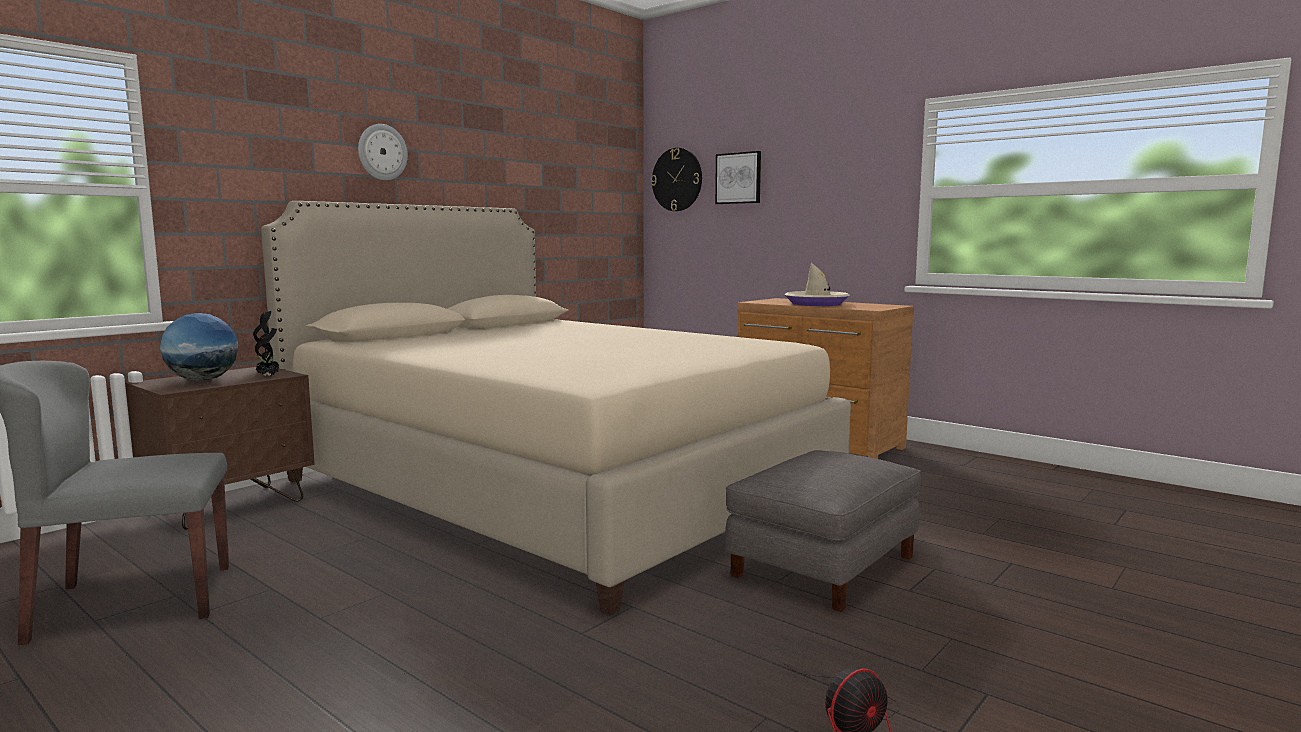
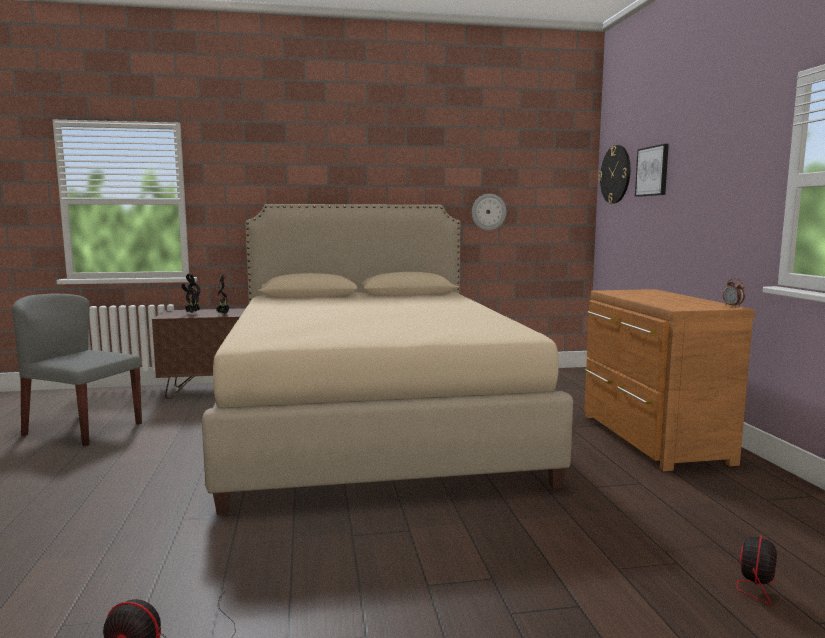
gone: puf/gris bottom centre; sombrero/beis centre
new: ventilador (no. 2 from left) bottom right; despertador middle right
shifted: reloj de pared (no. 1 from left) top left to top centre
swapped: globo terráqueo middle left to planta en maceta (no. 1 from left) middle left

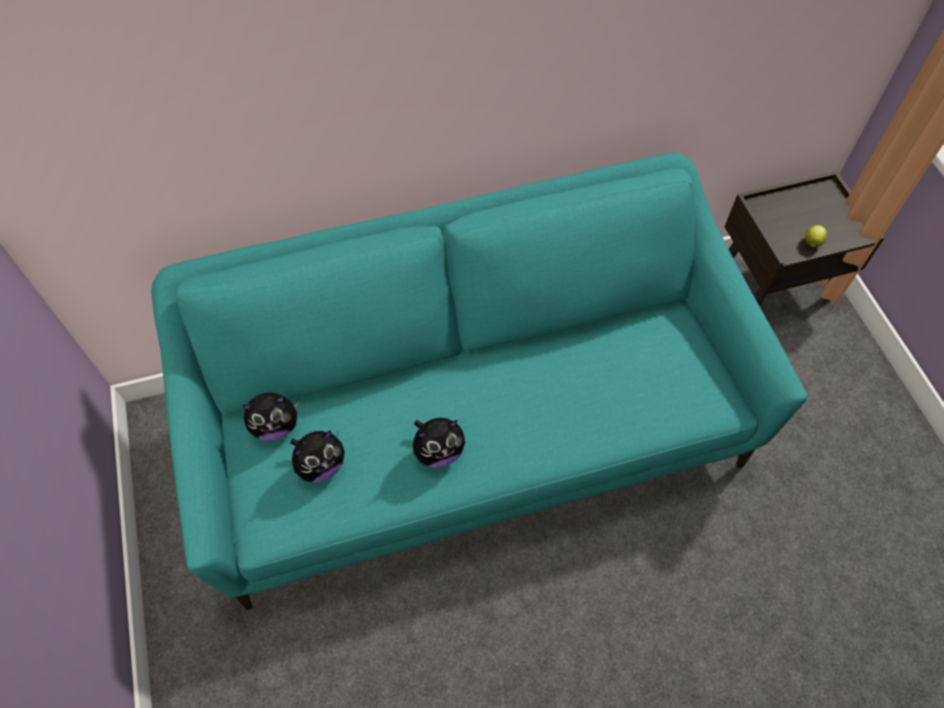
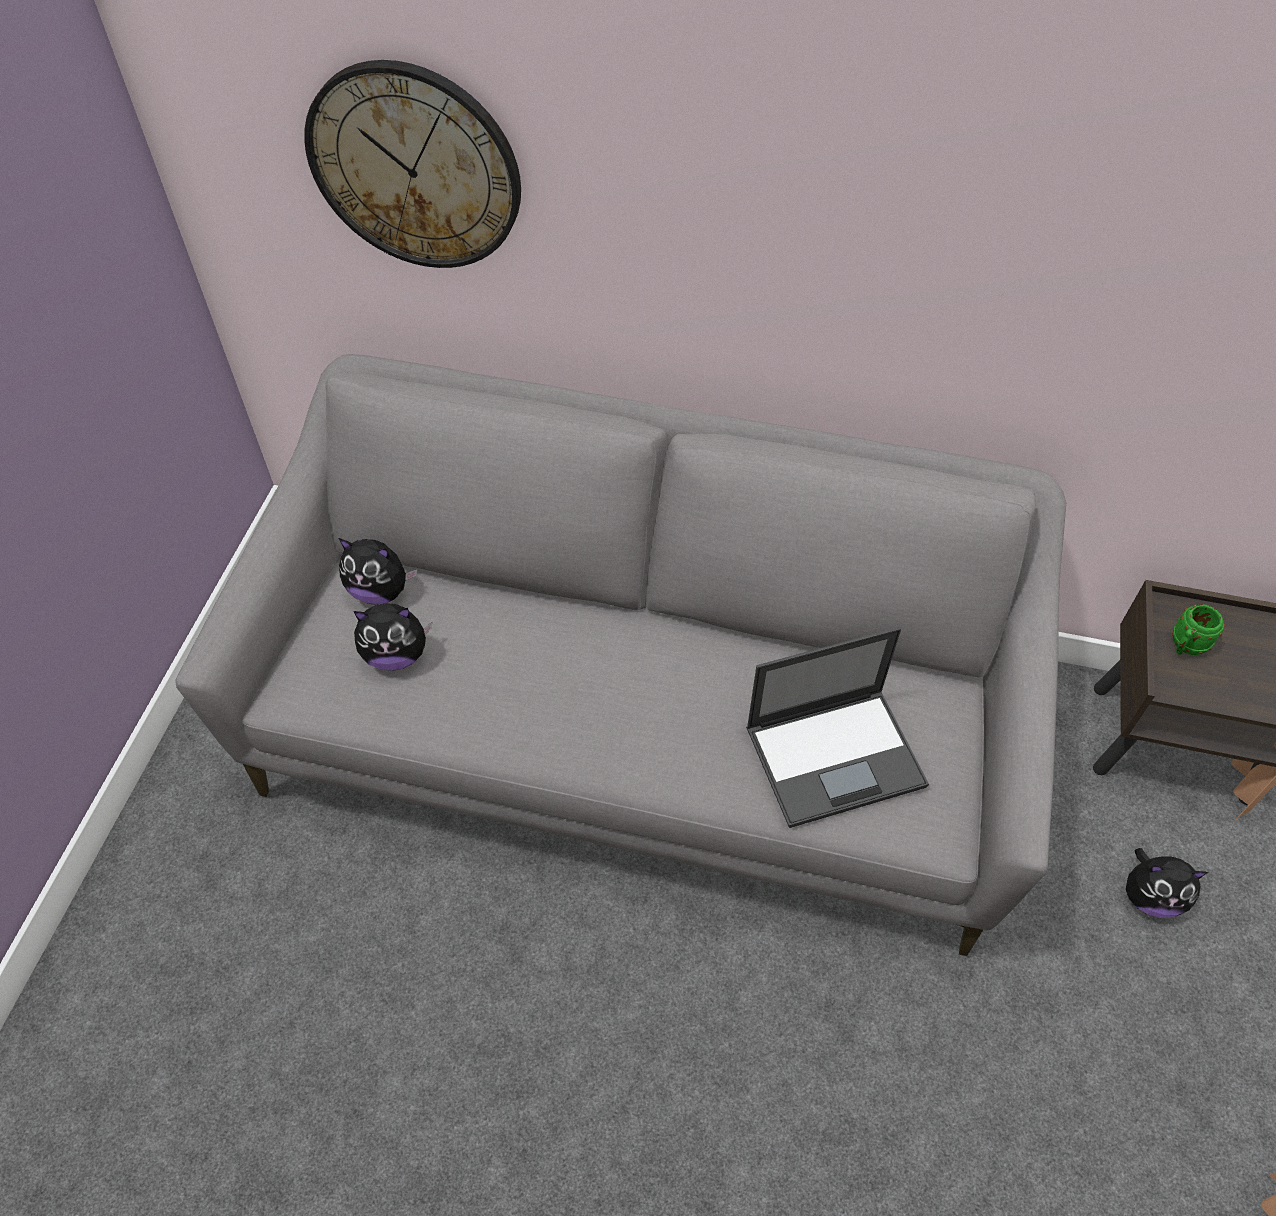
gone: manzana middle right
new: reloj de pared top left; portátil centre; taza grande/verde middle right
shifted: peluche (no. 3 from left) centre to bottom right
repainted: sofá/turquesa centre to sofá/gris centre

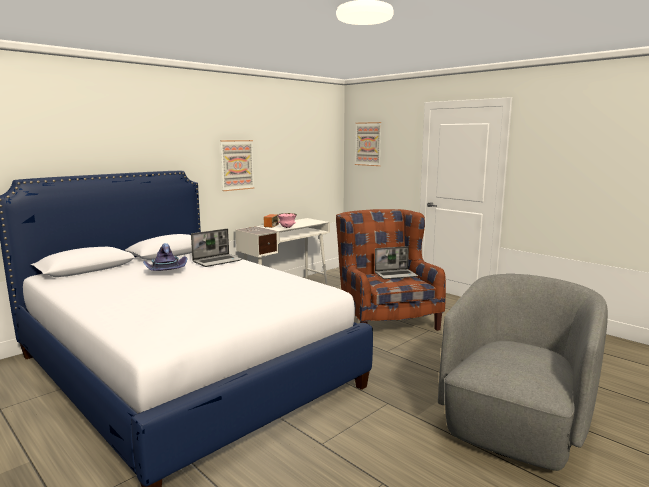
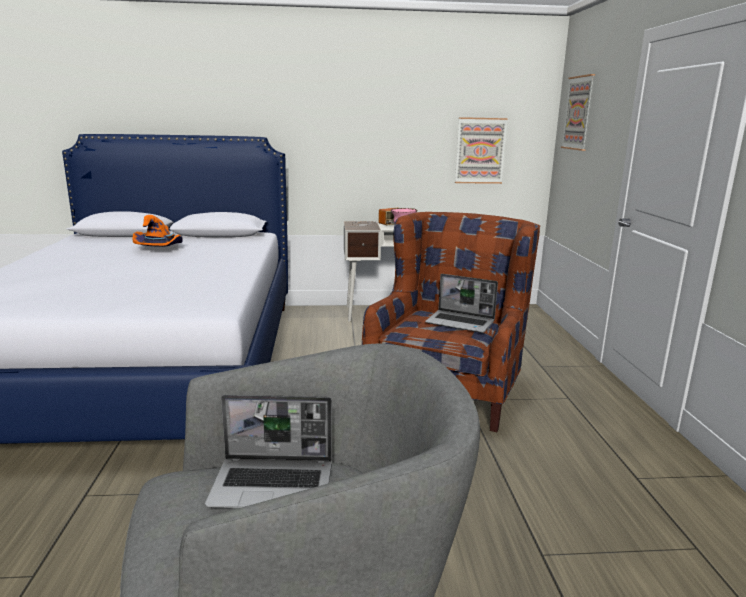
shifted: portátil (no. 1 from left) middle left to bottom centre; cuadro (no. 1 from left) centre to top centre
repainted: sombrero/morado middle left to sombrero/naranja middle left

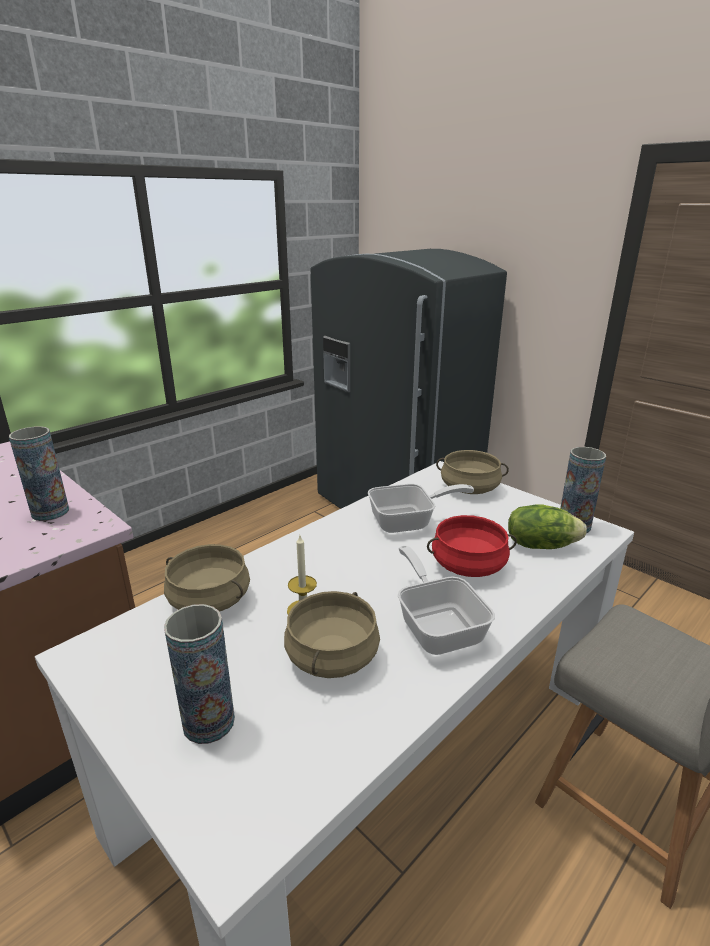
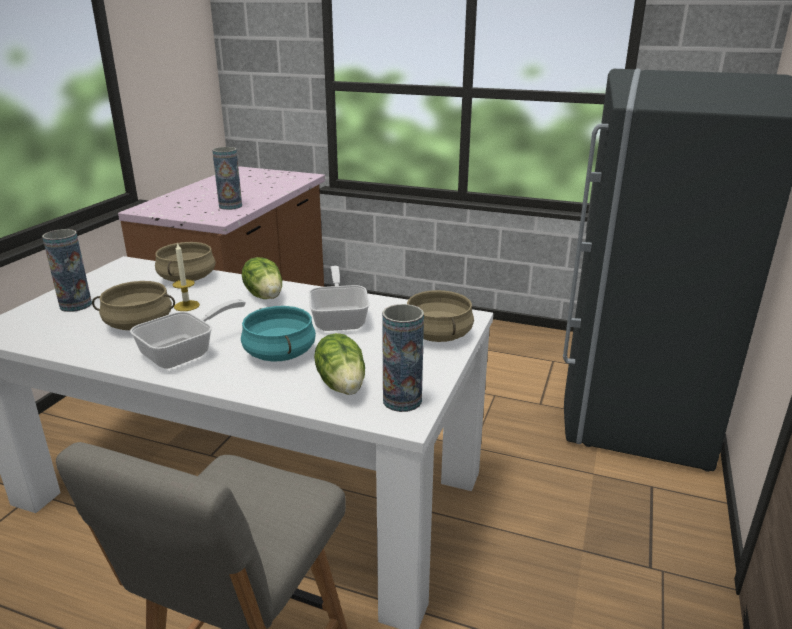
new: lechuga (no. 1 from left) middle left
repainted: olla/rojo centre to olla/turquesa centre
rotated: sartén (no. 1 from left in the first image) centre = centre 150 degrees counterclockwise

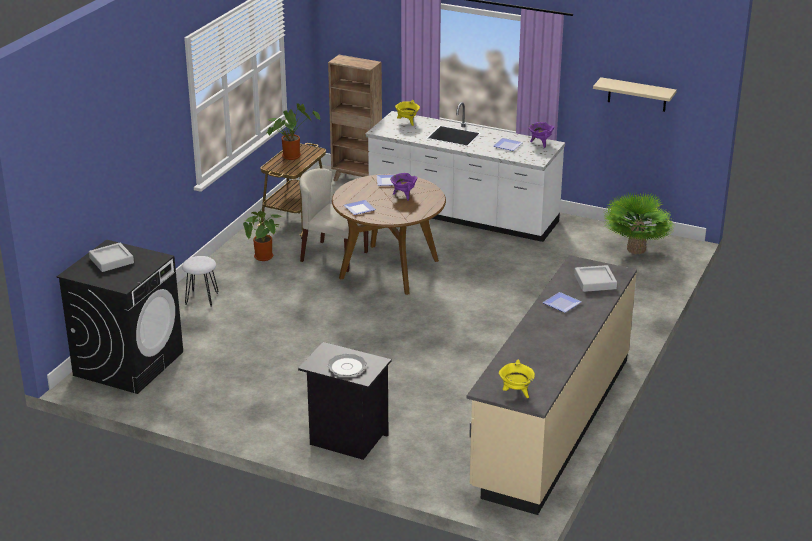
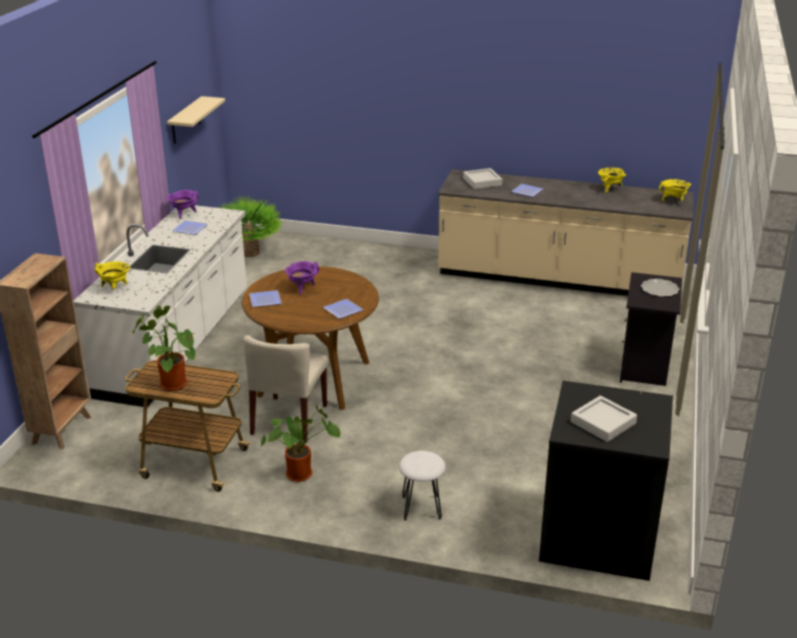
new: olla/amarillo (no. 2 from left) top right

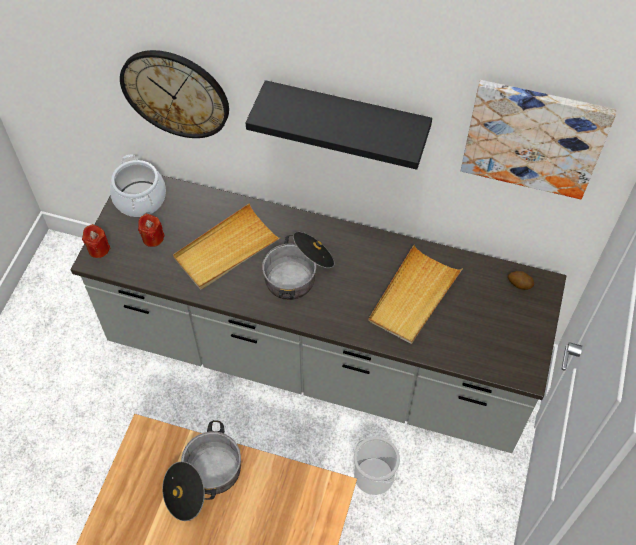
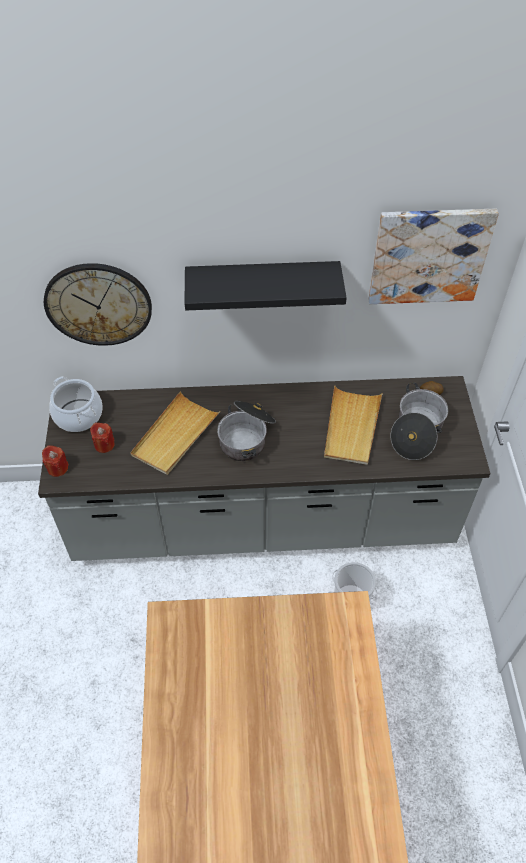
shifted: olla (no. 2 from left in the first image) bottom left to olla (no. 3 from left) middle right

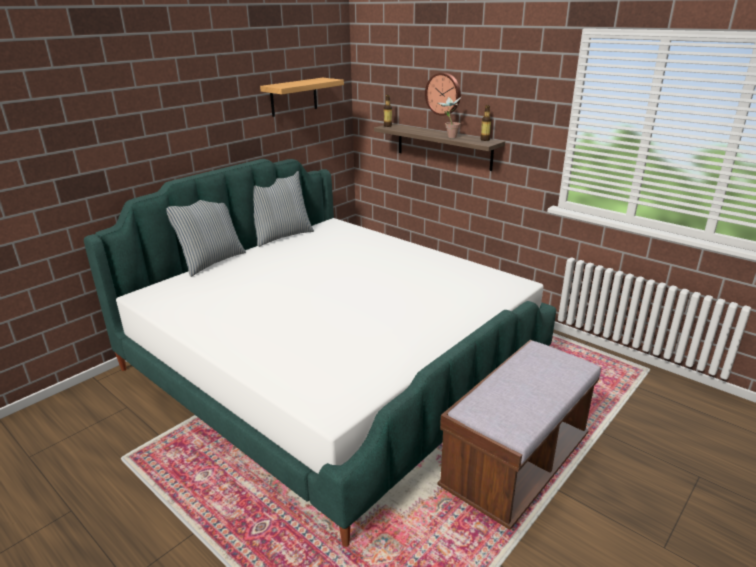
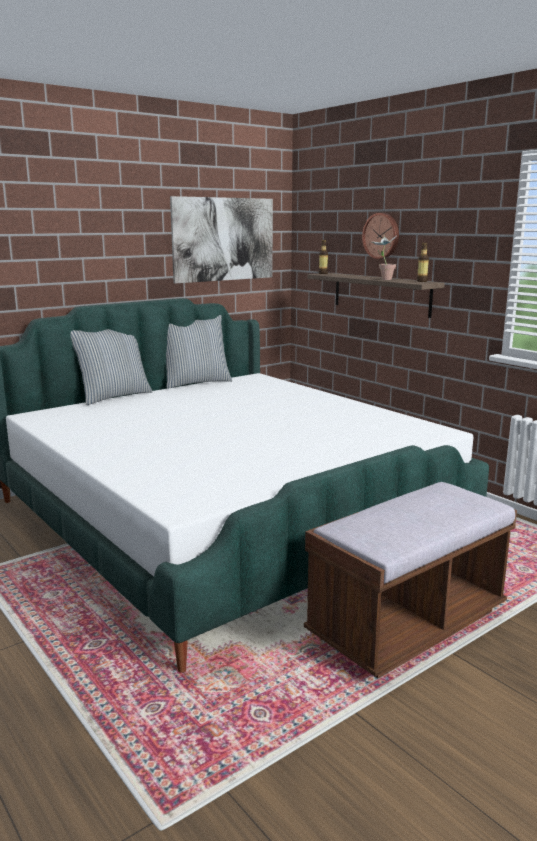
swapped: estante (no. 1 from left) top centre to cuadro top centre

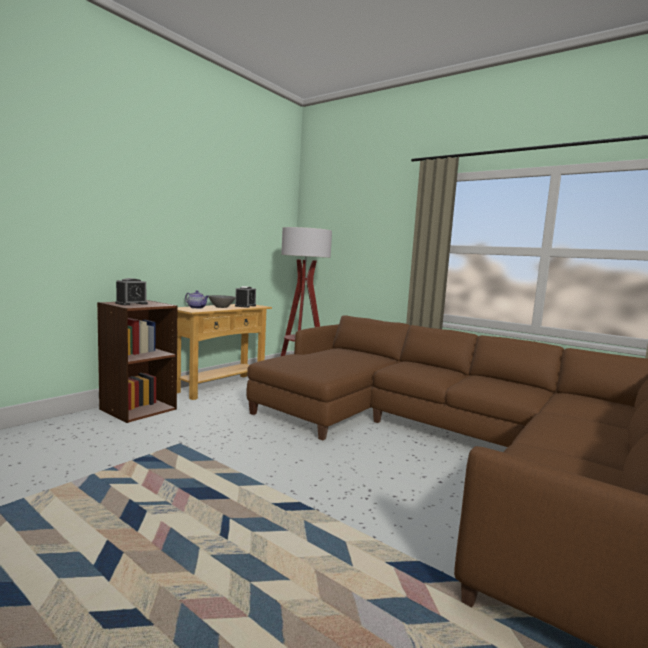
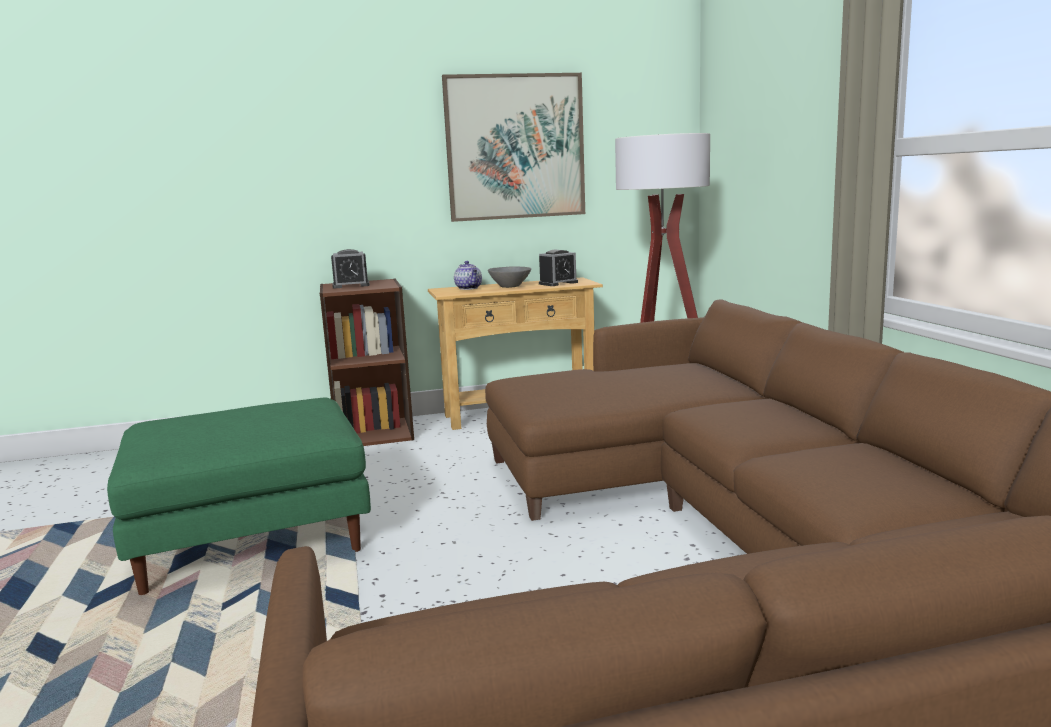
new: puf/verde bottom left; cuadro top centre

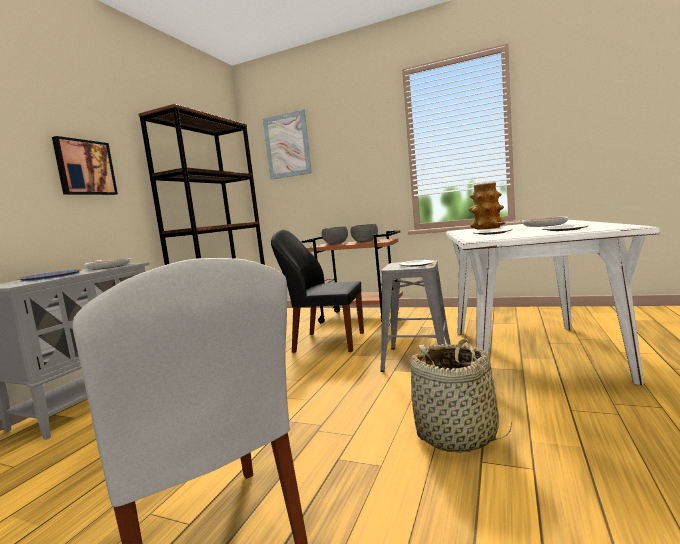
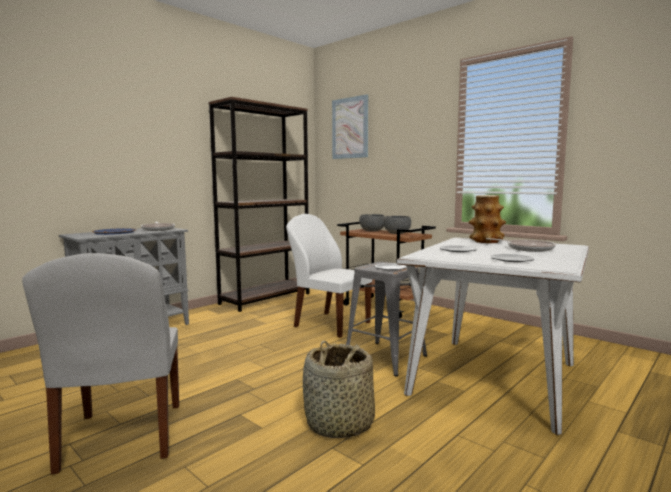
gone: cuadro (no. 1 from left) top left
repainted: silla/negro centre to silla/blanco (no. 2 from left) centre

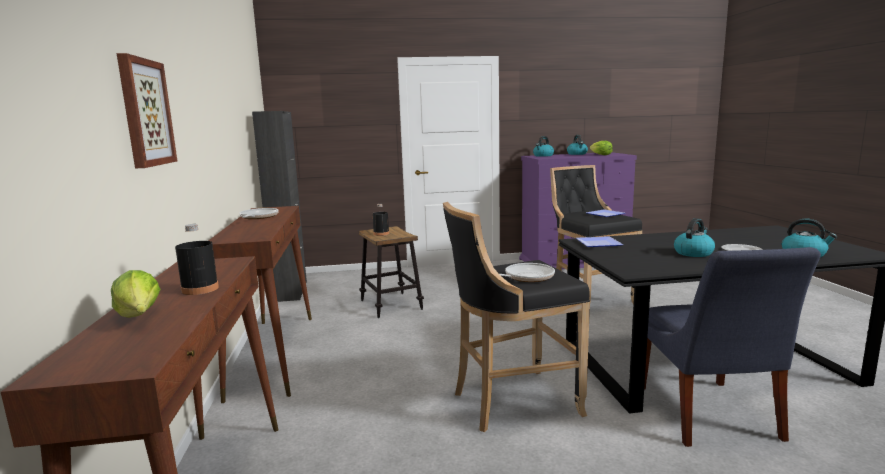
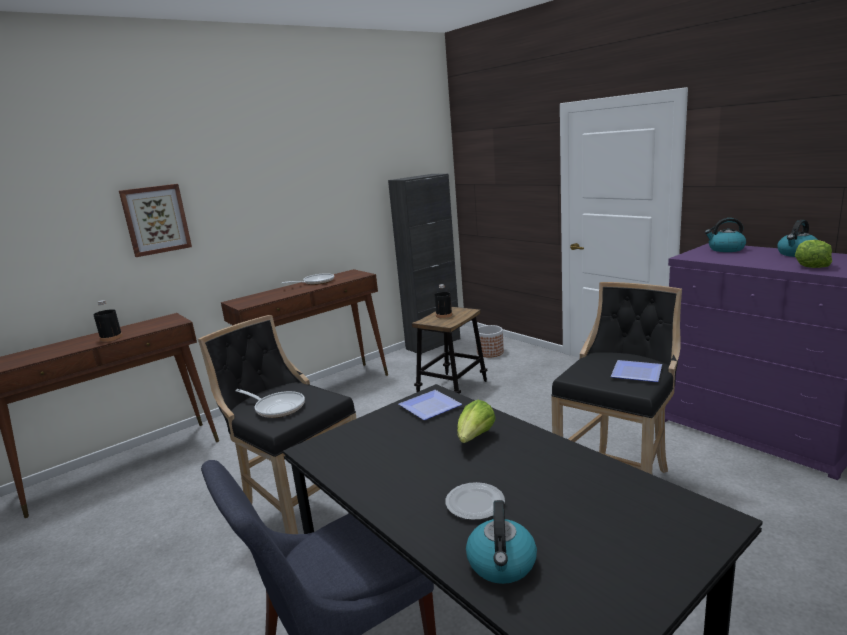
gone: hervidor (no. 3 from left) middle right
new: maceta centre
shifted: lechuga (no. 1 from left) middle left to centre

